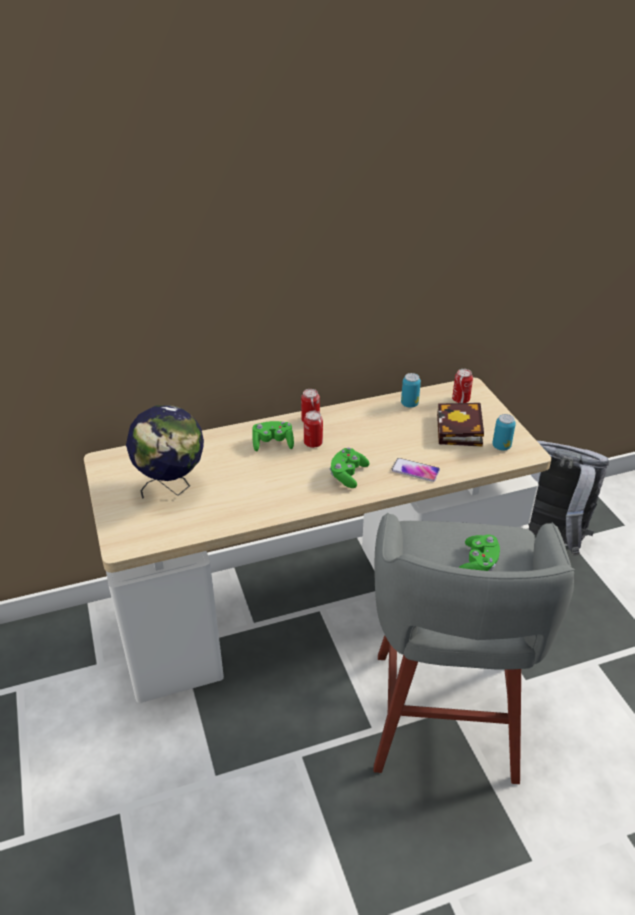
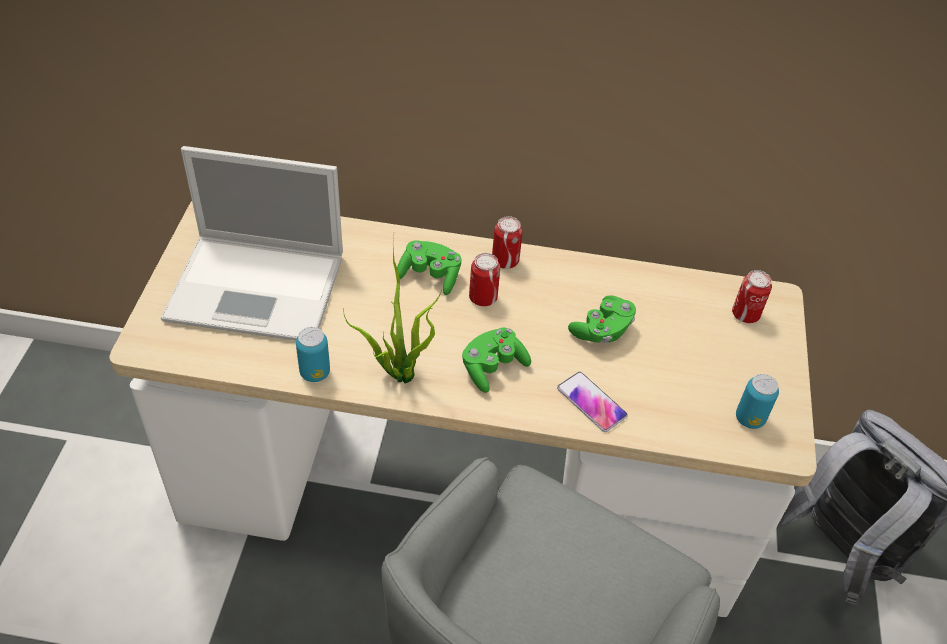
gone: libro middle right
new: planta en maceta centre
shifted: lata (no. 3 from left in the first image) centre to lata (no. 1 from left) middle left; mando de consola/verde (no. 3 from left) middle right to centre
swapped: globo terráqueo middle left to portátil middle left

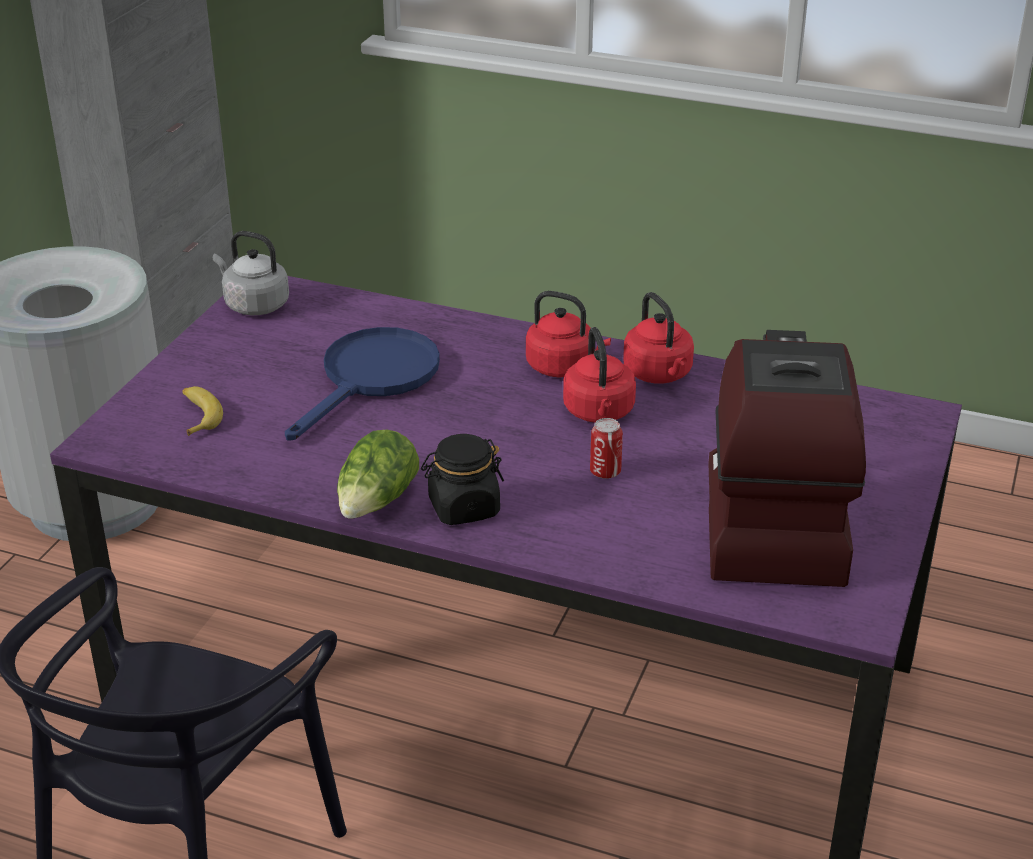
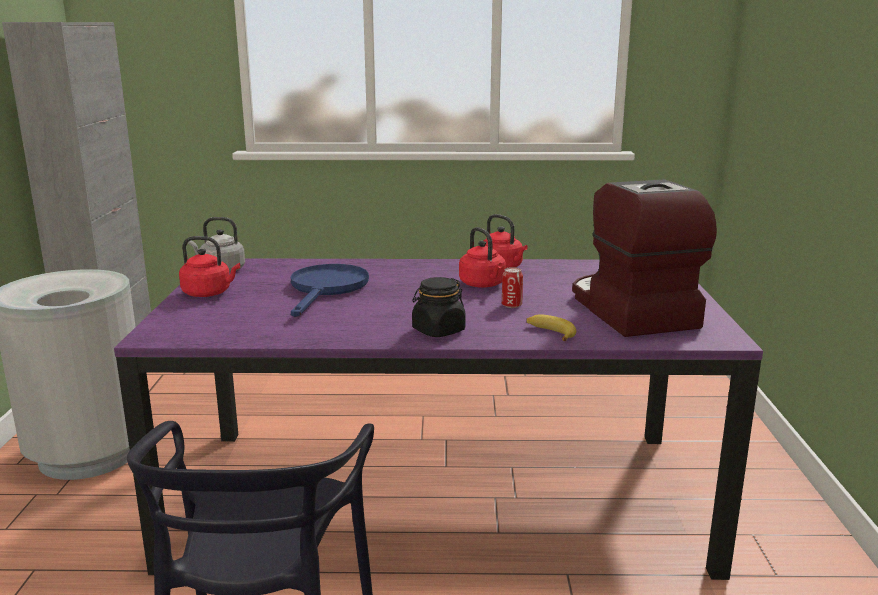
gone: lechuga centre
shifted: plátano middle left to centre; hervidor/rojo (no. 1 from left) centre to middle left

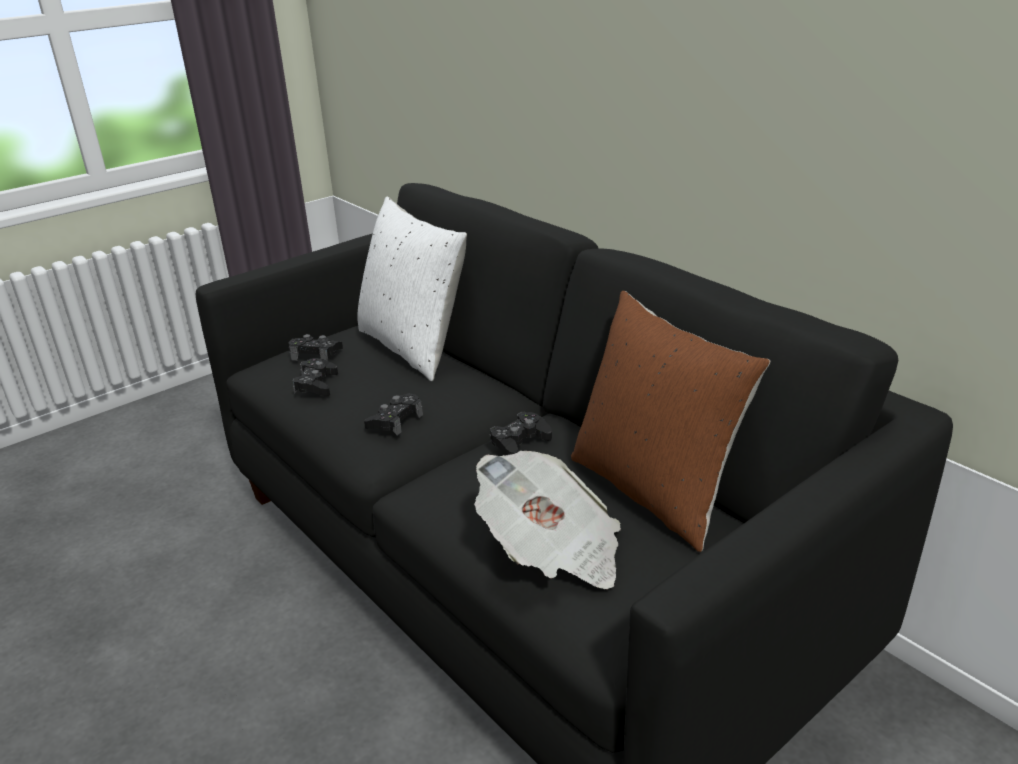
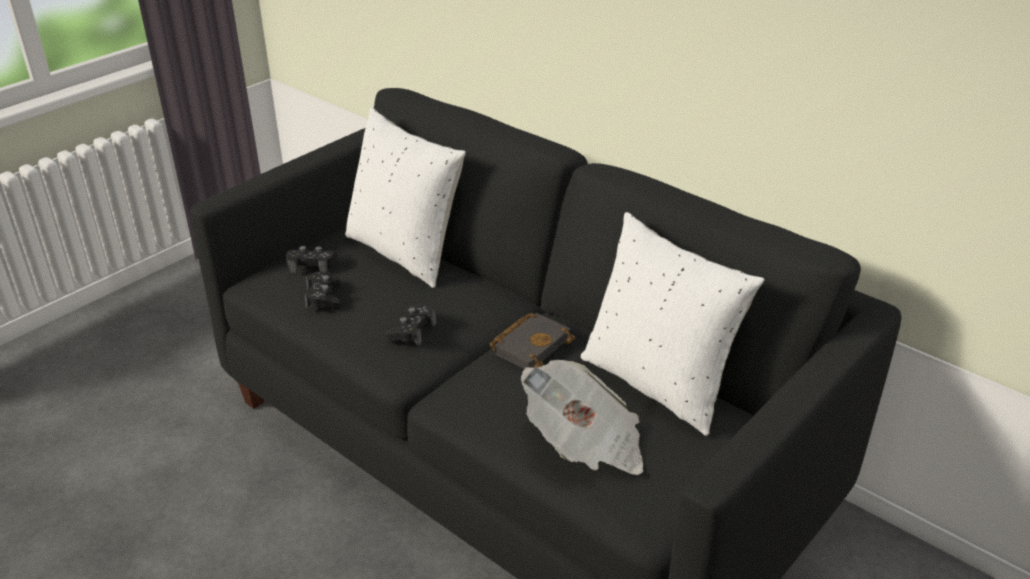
swapped: mando de consola/negro (no. 4 from left) centre to libro/negro centre
repainted: cojín/marrón centre to cojín/blanco (no. 2 from left) centre

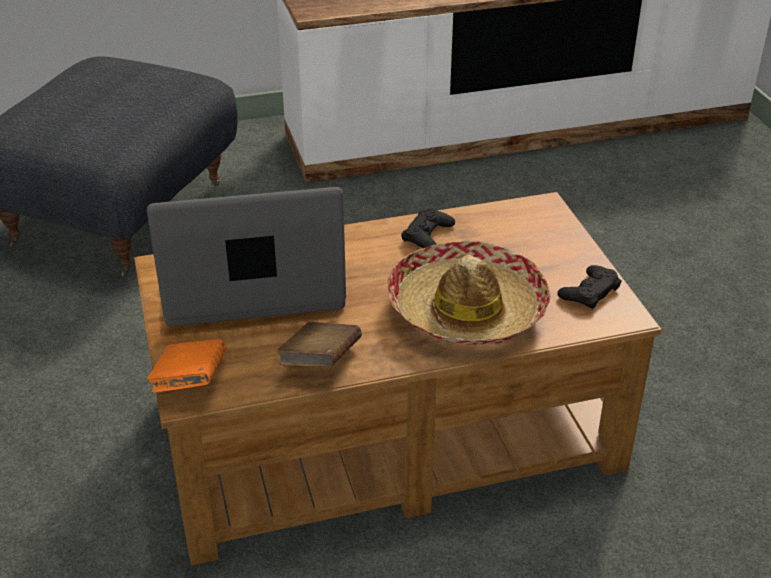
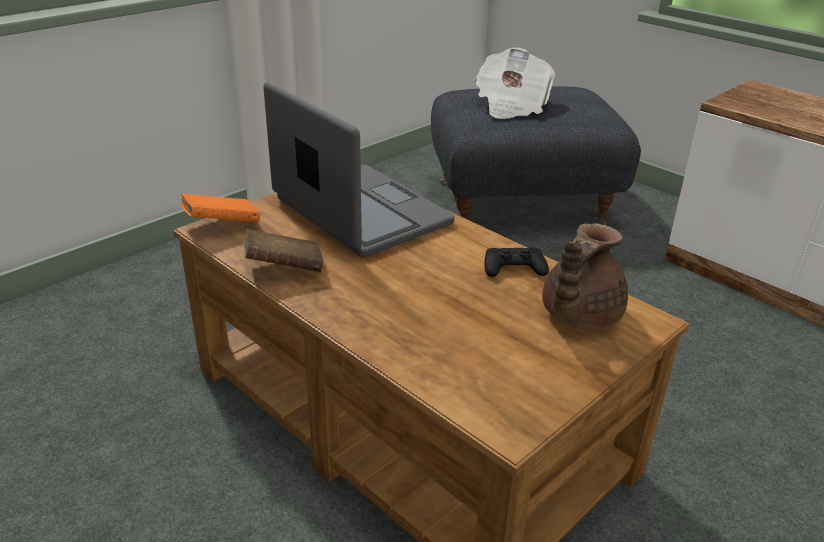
gone: sombrero centre; mando de consola/negro (no. 2 from left) middle right
new: periódico top centre; tetera/marrón middle right

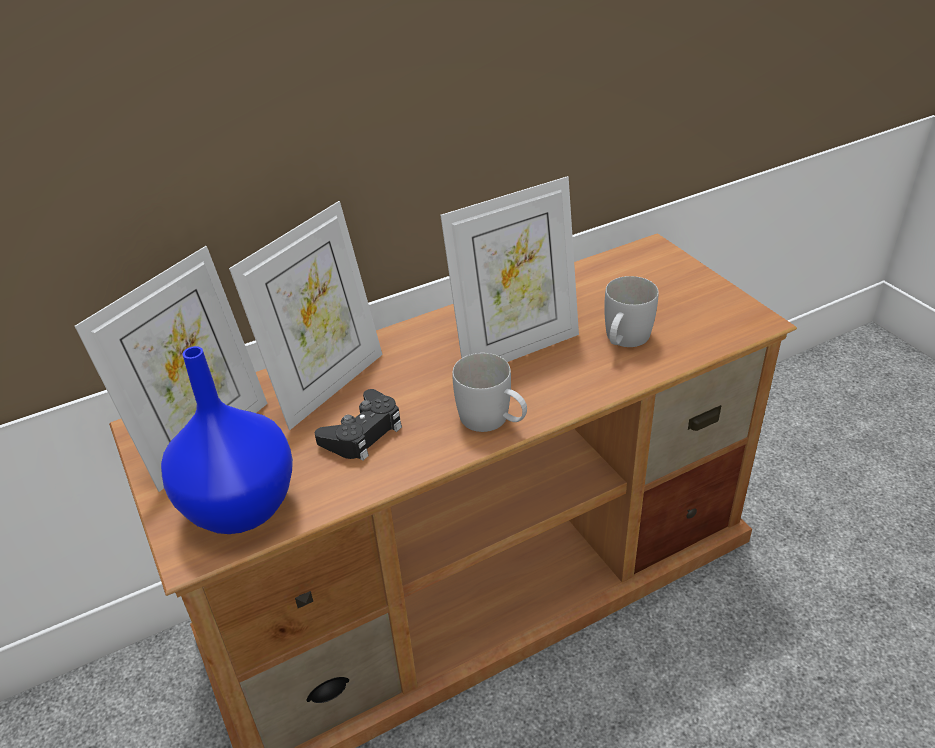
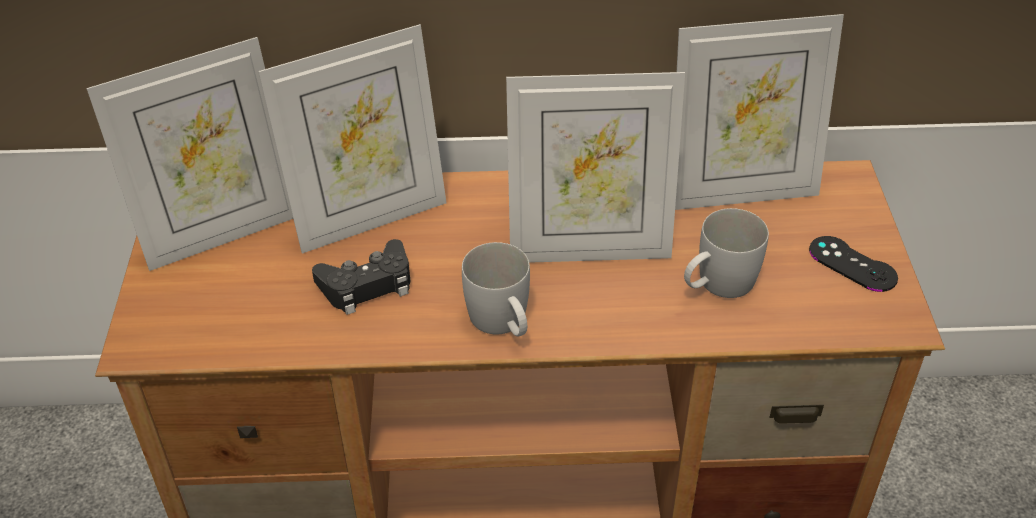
gone: florero/azul middle left
new: portarretratos (no. 4 from left) top right; mando de consola/negro (no. 2 from left) middle right

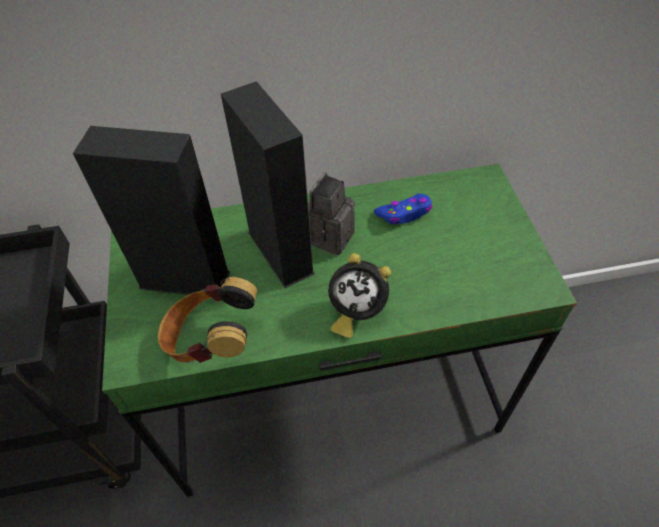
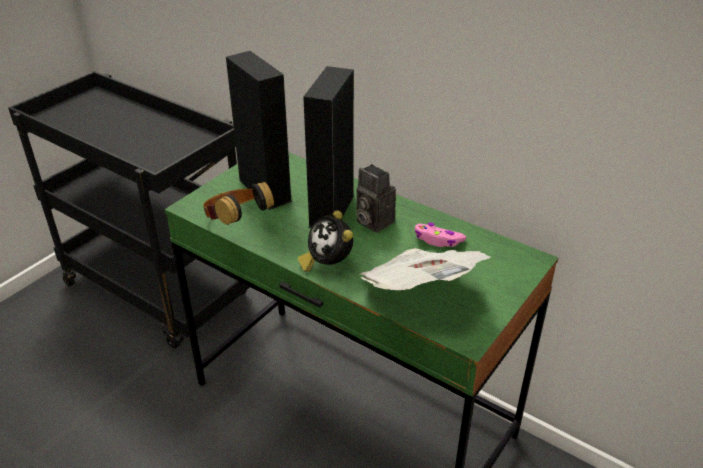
new: periódico centre
repainted: mando de consola/azul centre to mando de consola/rosa centre
rotated: cámara centre = centre 120 degrees counterclockwise

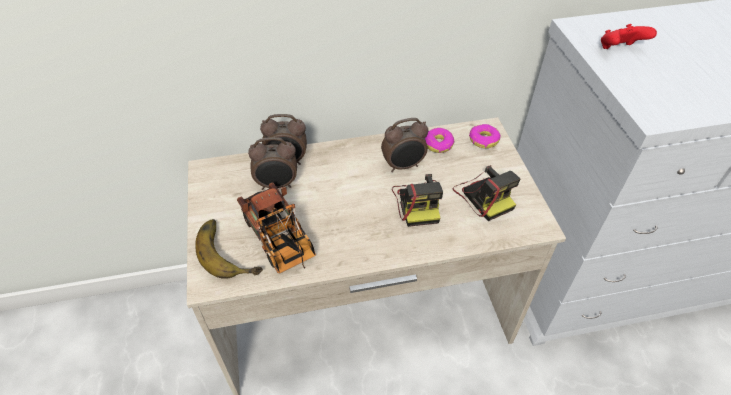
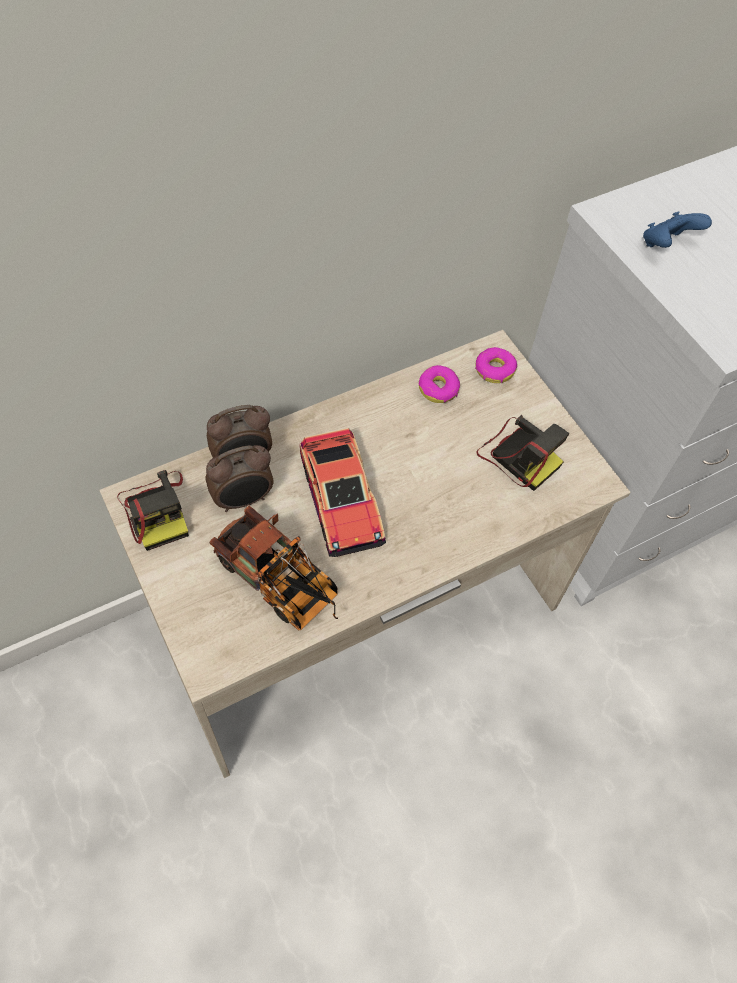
gone: plátano middle left; despertador (no. 3 from left) centre
new: coche de juguete centre
shifted: cámara (no. 1 from left) centre to middle left
repainted: mando de consola/rojo top right to mando de consola/azul top right

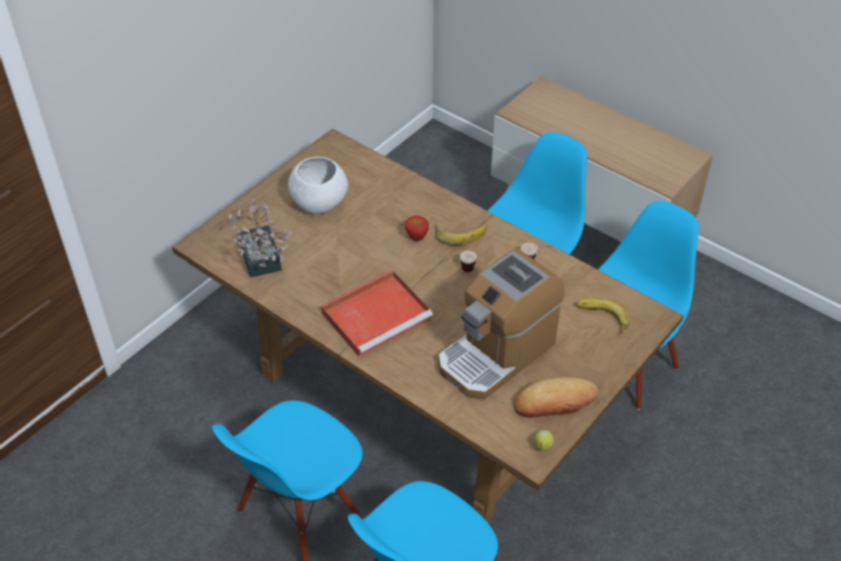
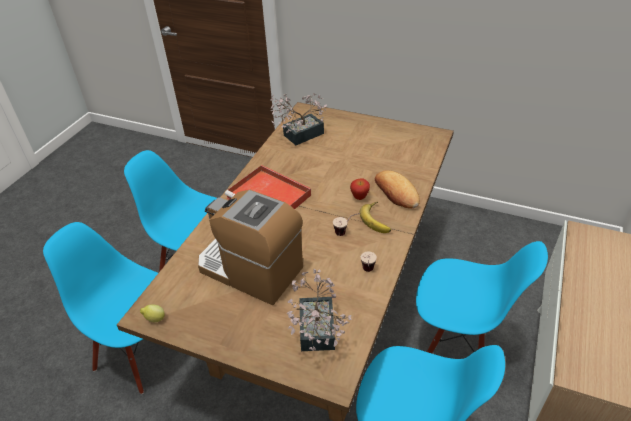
gone: cuenco/blanco top centre
shifted: pan bottom centre to centre
swapped: plátano (no. 2 from left) middle right to planta en maceta (no. 2 from left) bottom centre

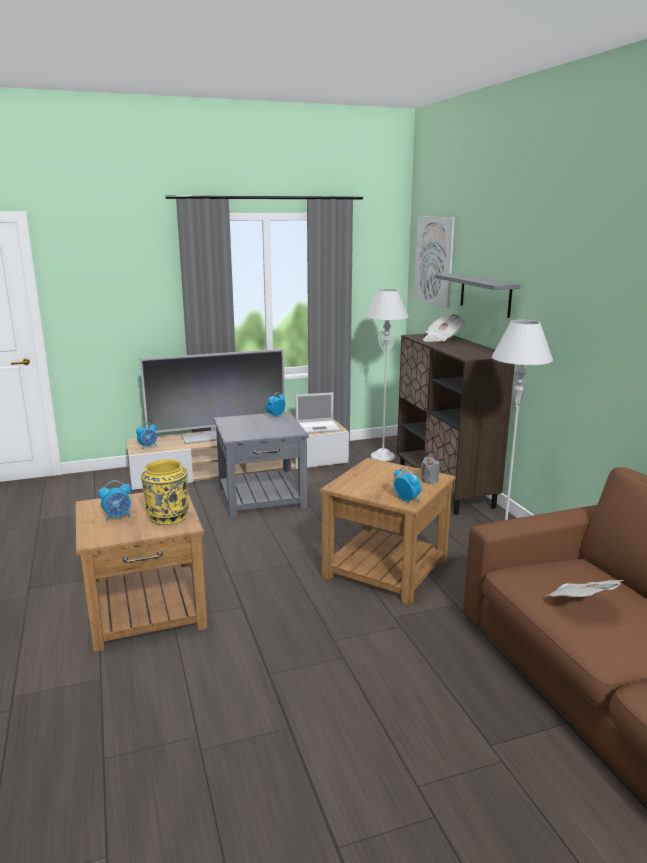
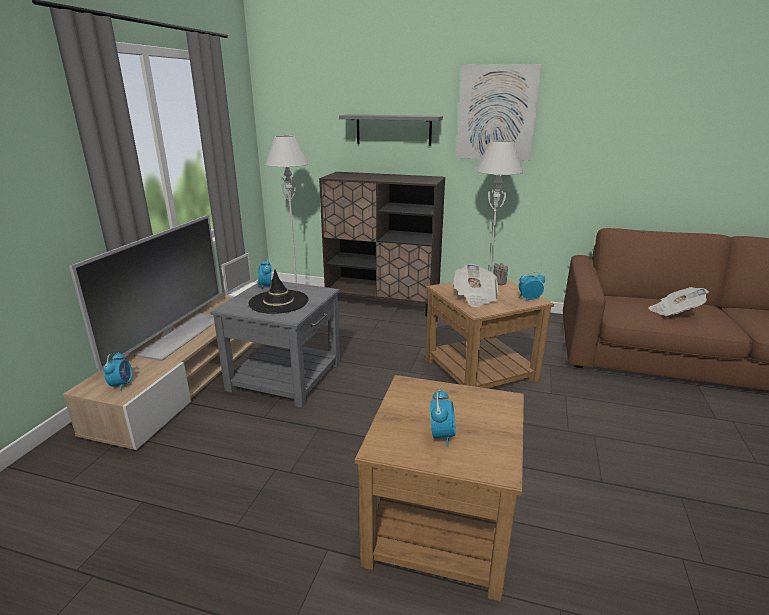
gone: florero/amarillo middle left
new: sombrero/negro centre
shifted: cuadro top right to top centre; periódico (no. 1 from left) middle right to centre

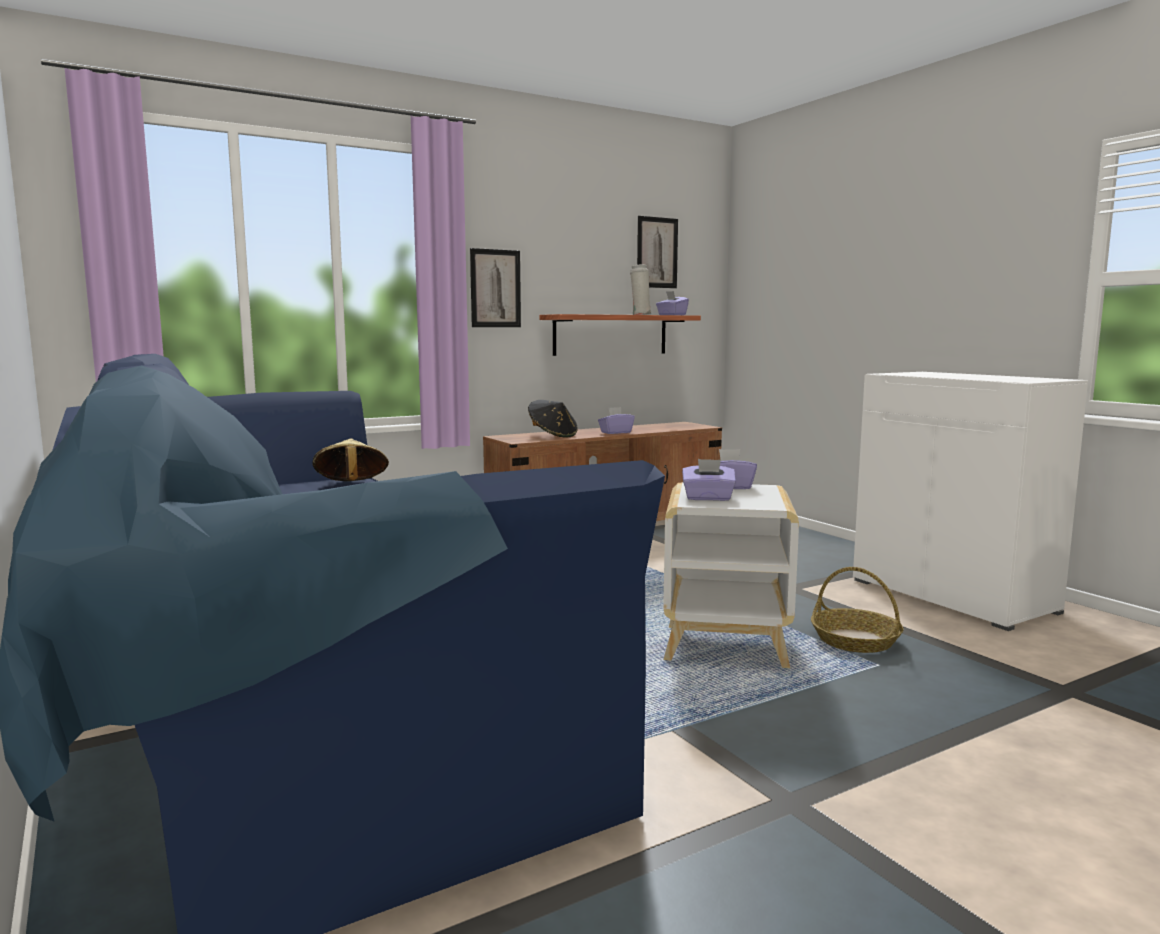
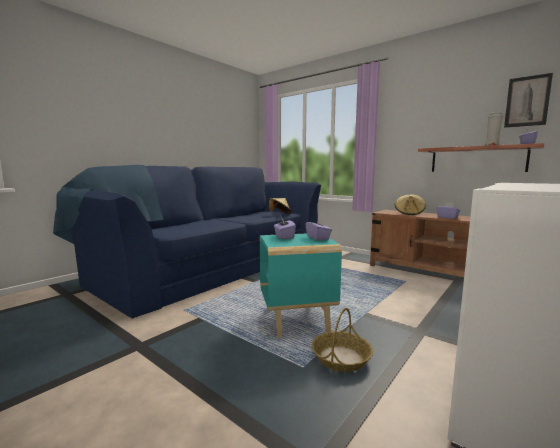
gone: cuadro (no. 1 from left) top centre
repainted: sombrero/negro centre to sombrero/beis (no. 2 from left) middle right; mesa auxiliar/blanco centre to mesa auxiliar/turquesa centre

